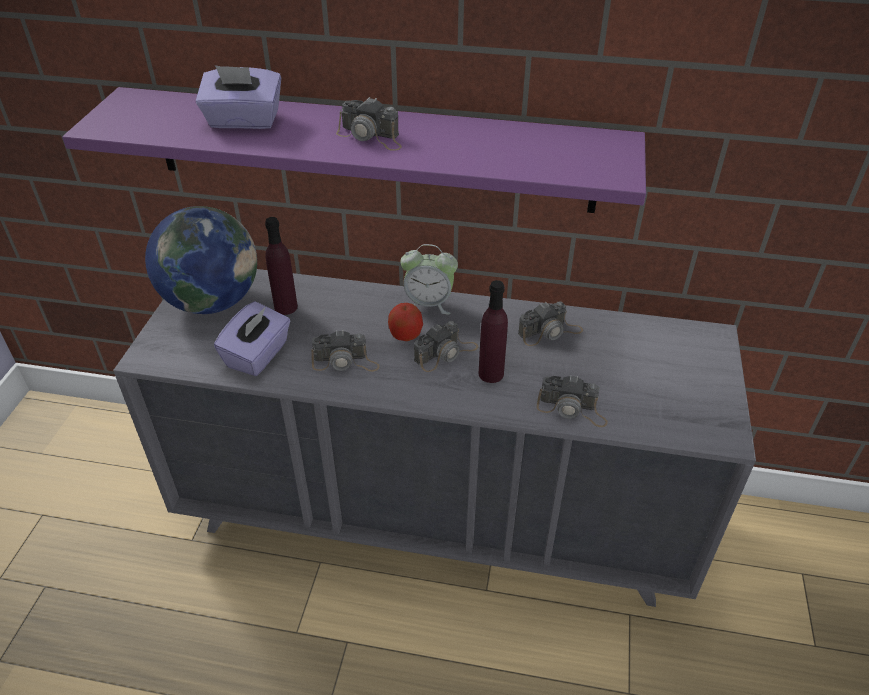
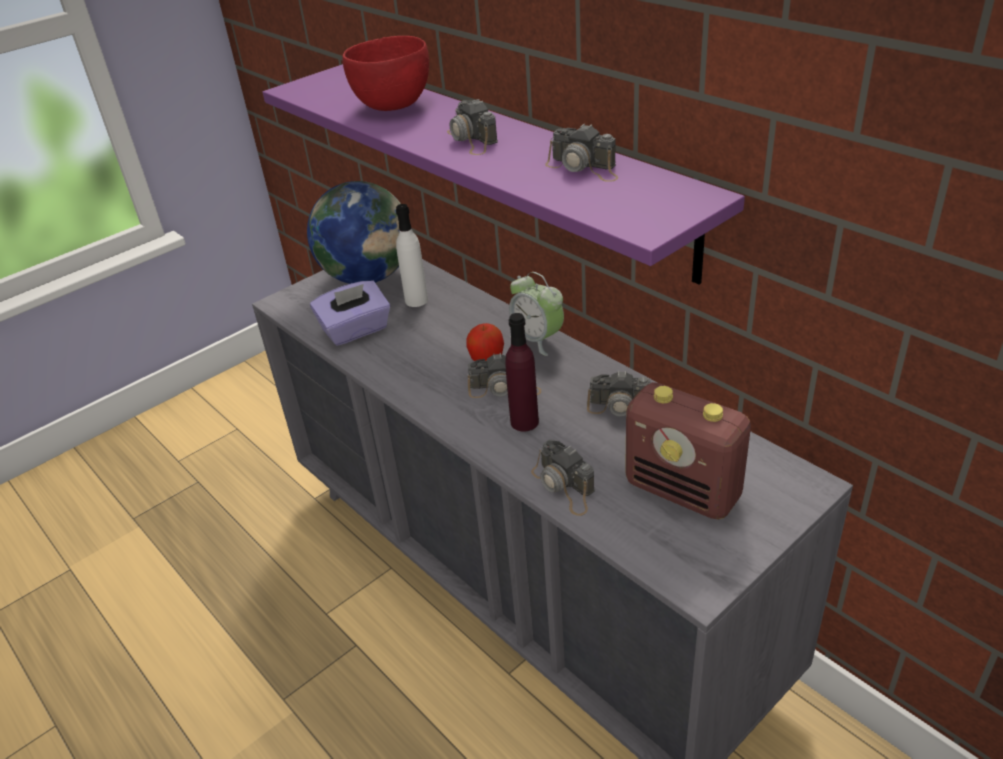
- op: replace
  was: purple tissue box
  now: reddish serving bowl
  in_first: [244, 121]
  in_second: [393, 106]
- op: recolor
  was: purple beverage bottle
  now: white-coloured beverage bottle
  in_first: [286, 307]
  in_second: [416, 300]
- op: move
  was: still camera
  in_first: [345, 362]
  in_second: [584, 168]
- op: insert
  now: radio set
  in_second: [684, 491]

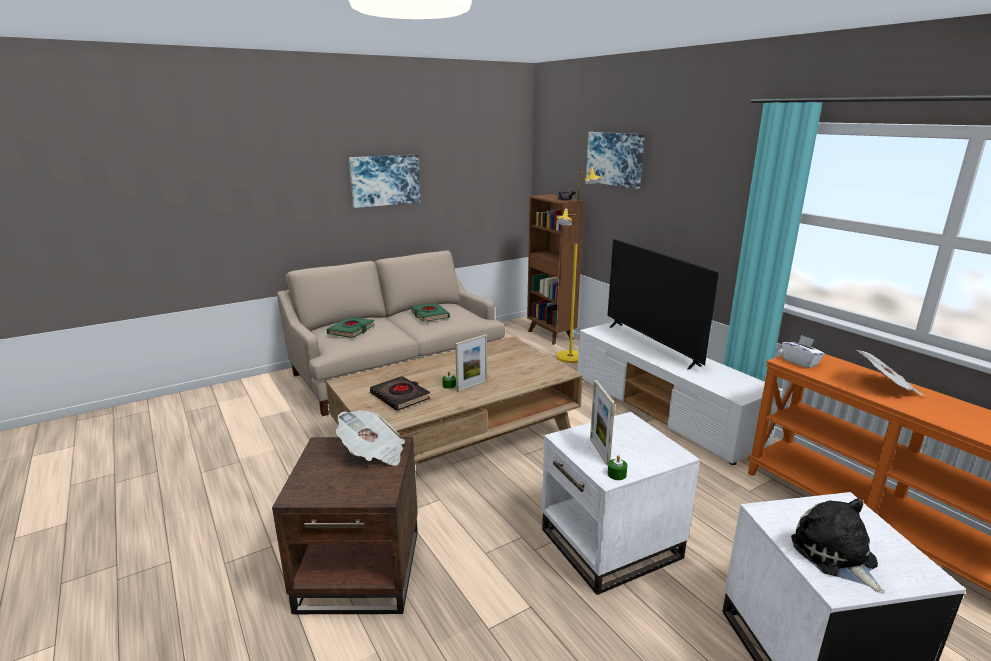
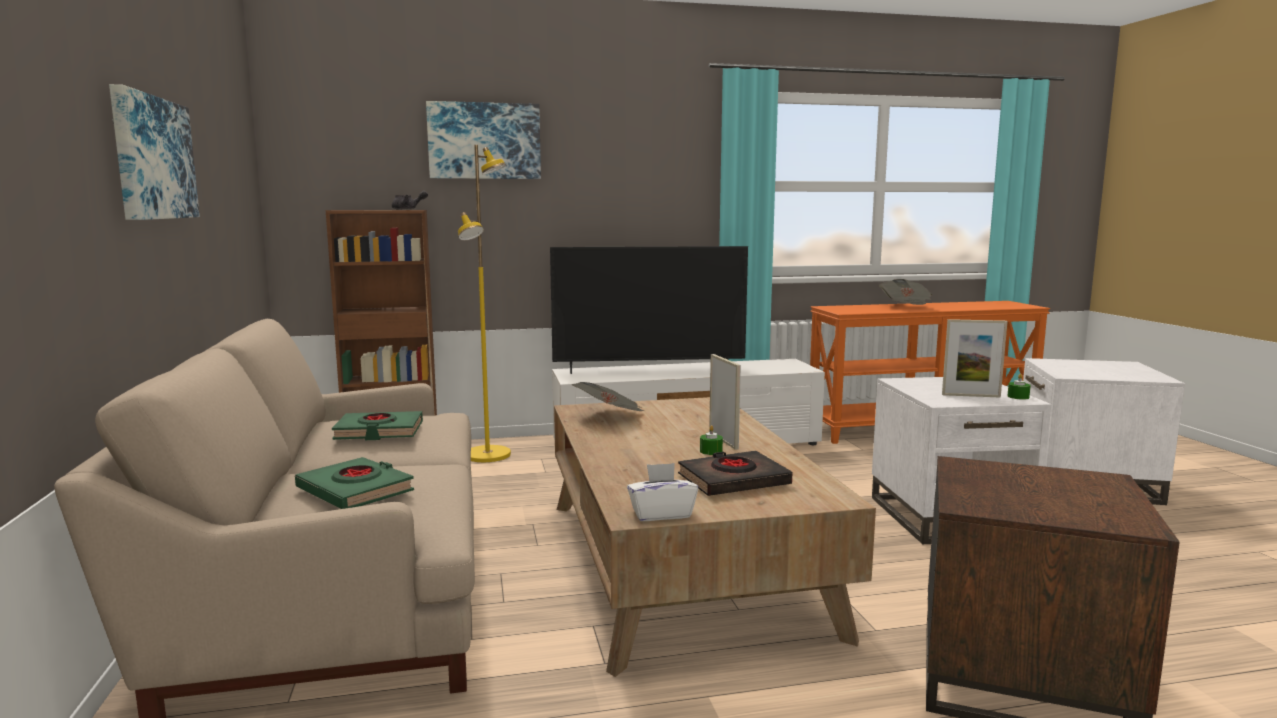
- op: move
  was: daily paper
  in_first: [373, 453]
  in_second: [610, 416]
- op: move
  was: white-coloured tissue box
  in_first: [800, 362]
  in_second: [661, 514]
- op: delete
  was: soft toy
  in_first: [836, 556]

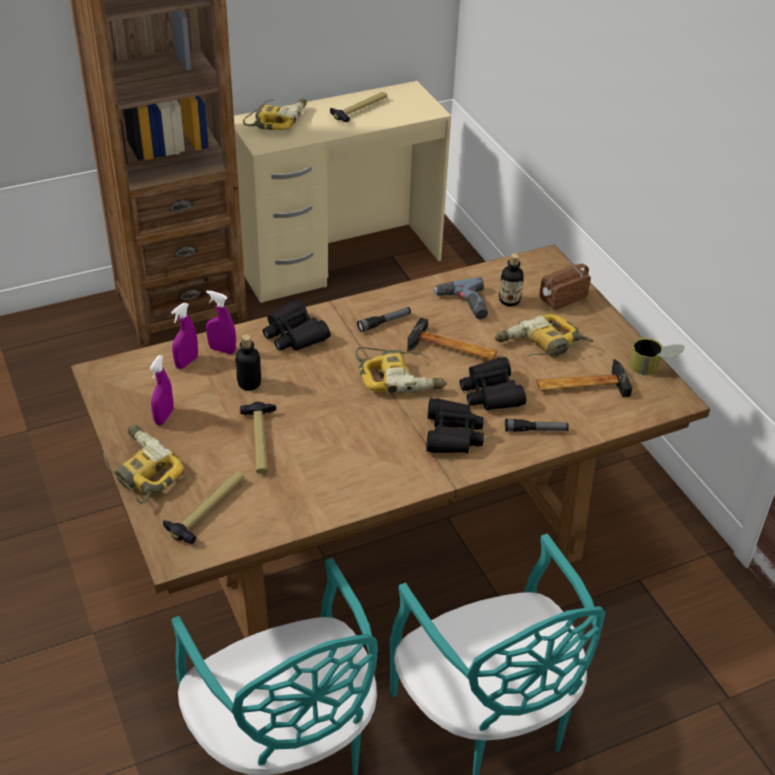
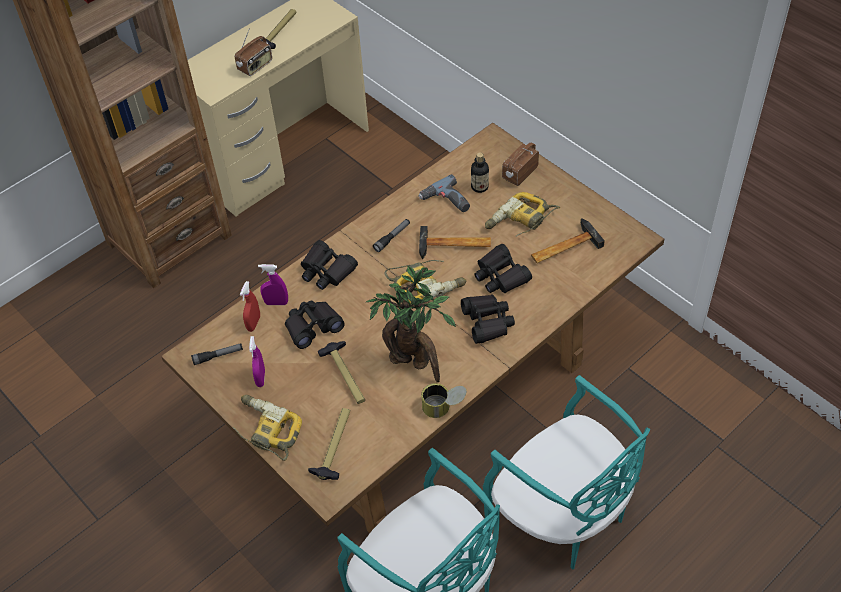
- op: recolor
  was: purple hand sprayer
  now: reddish hand sprayer
  in_first: [186, 362]
  in_second: [253, 323]
- op: replace
  was: beverage bottle
  now: black binoculars
  in_first: [249, 383]
  in_second: [312, 327]
- op: delete
  was: electric drill
  in_first: [277, 119]
- op: move
  was: flashlight
  in_first: [536, 430]
  in_second: [218, 356]
- op: move
  was: sealed can
  in_first: [652, 369]
  in_second: [444, 408]
- op: insert
  now: radio set
  in_second: [255, 66]
- op: insert
  now: plant in a pot
  in_second: [413, 363]

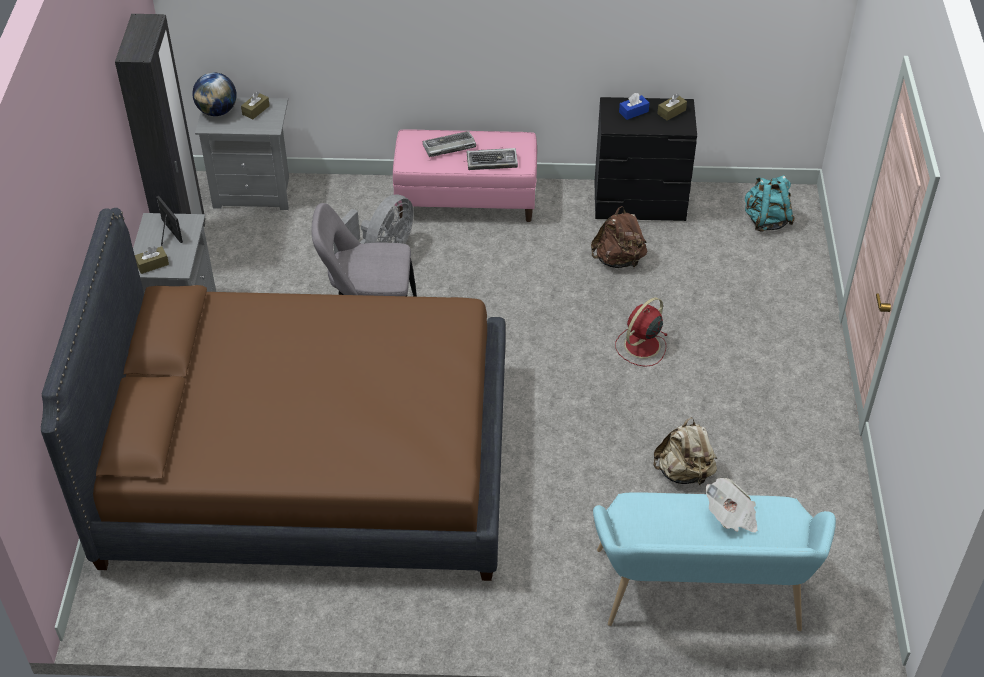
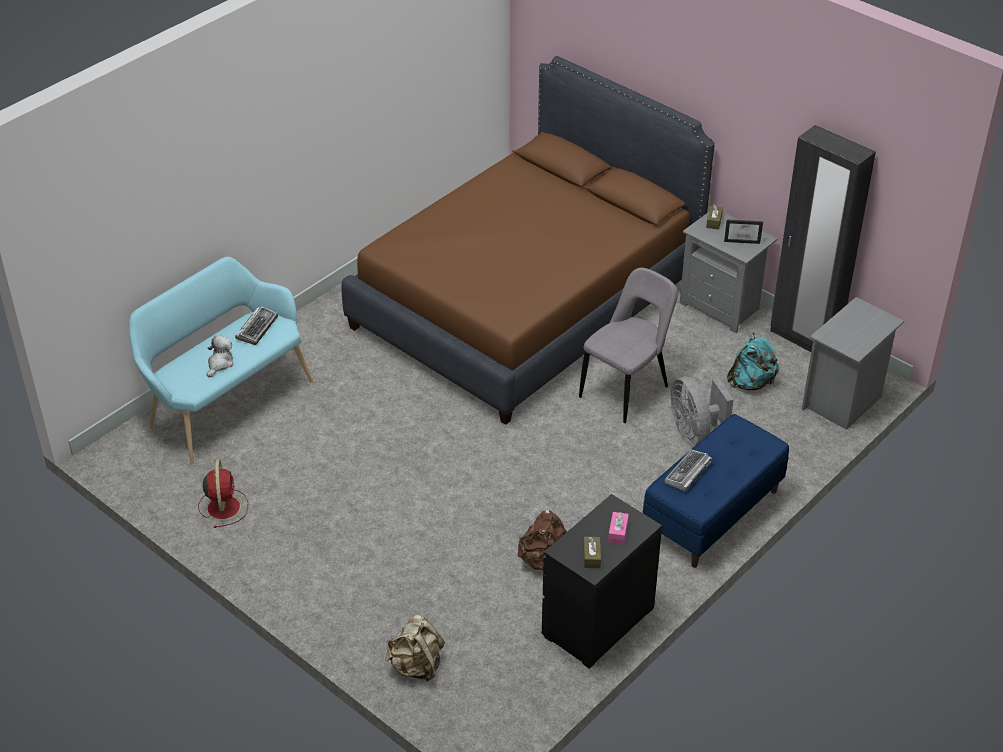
- op: delete
  was: globe
  in_first: [217, 111]
- op: delete
  was: brown tissue box
  in_first: [256, 110]
- op: recolor
  was: pink-coloured long seat
  now: blue-coloured long seat
  in_first: [466, 200]
  in_second: [712, 514]
- op: move
  was: computer keyboard
  in_first: [448, 147]
  in_second: [257, 328]
- op: move
  was: reddish electric fan
  in_first: [641, 346]
  in_second: [223, 506]
- op: recolor
  was: blue-coloured tissue box
  now: pink-coloured tissue box
  in_first: [633, 112]
  in_second: [618, 532]
- op: move
  was: sand-coloured rucksack
  in_first: [684, 472]
  in_second: [416, 666]
- op: replace
  was: daily paper
  now: soft toy
  in_first: [731, 516]
  in_second: [220, 363]
- op: move
  was: turquoise rucksack
  in_first: [766, 220]
  in_second: [751, 383]

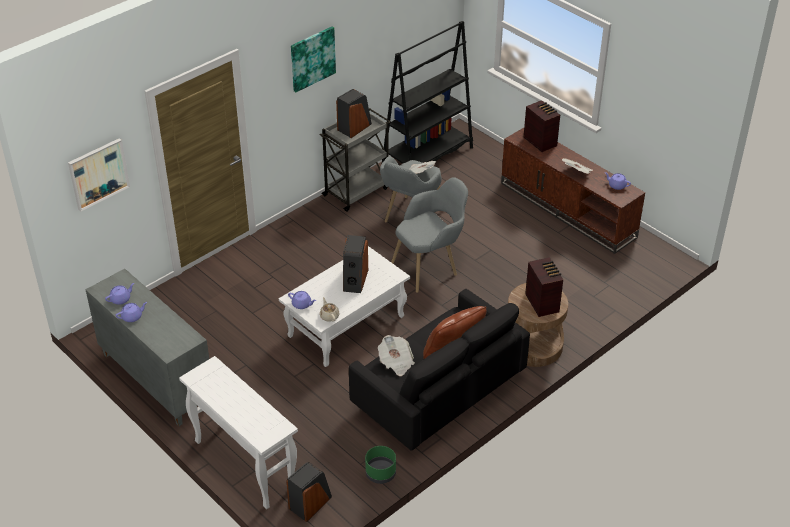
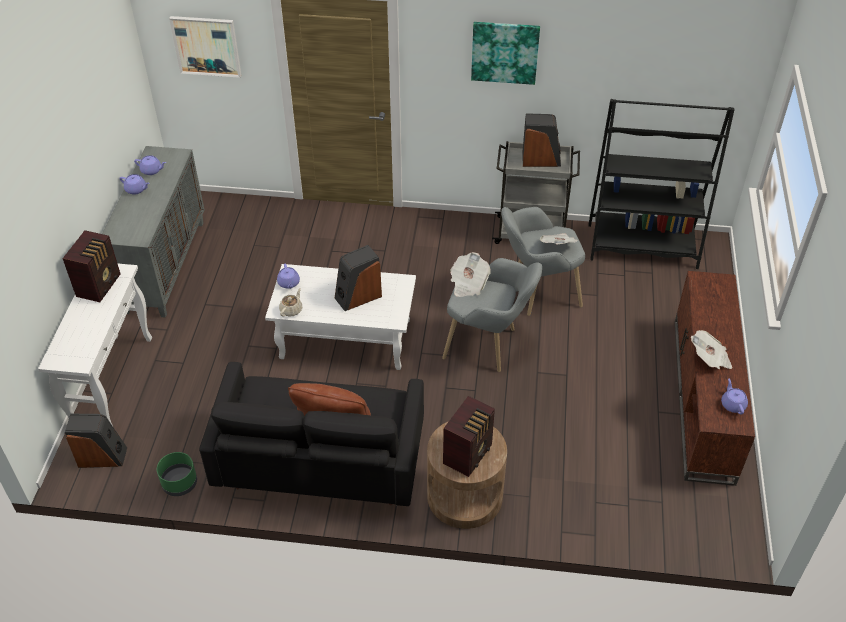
- op: move
  was: daily paper
  in_first: [396, 362]
  in_second: [468, 283]
- op: move
  was: radio set
  in_first: [540, 141]
  in_second: [100, 285]

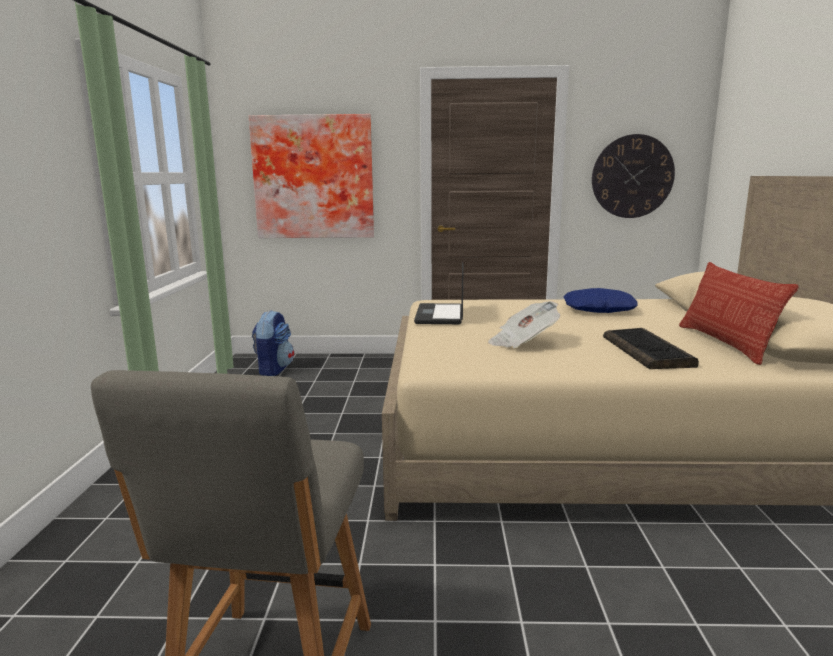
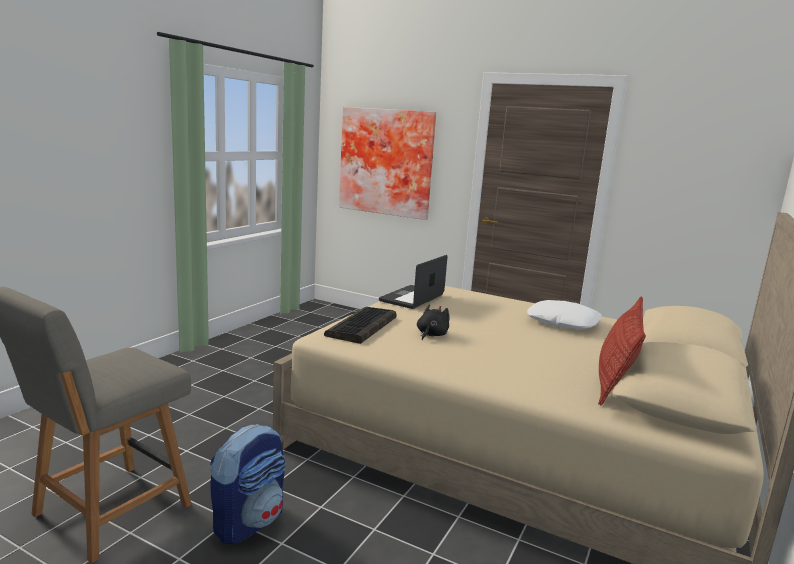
- op: move
  was: rucksack
  in_first: [274, 369]
  in_second: [249, 521]
- op: replace
  was: daily paper
  now: black soft toy
  in_first: [522, 342]
  in_second: [431, 335]
- op: recolor
  was: blue-coloured cushion
  now: white-coloured cushion
  in_first: [598, 309]
  in_second: [562, 322]
- op: delete
  was: clock on the wall
  in_first: [632, 176]
- op: move
  was: computer keyboard
  in_first: [648, 351]
  in_second: [362, 327]

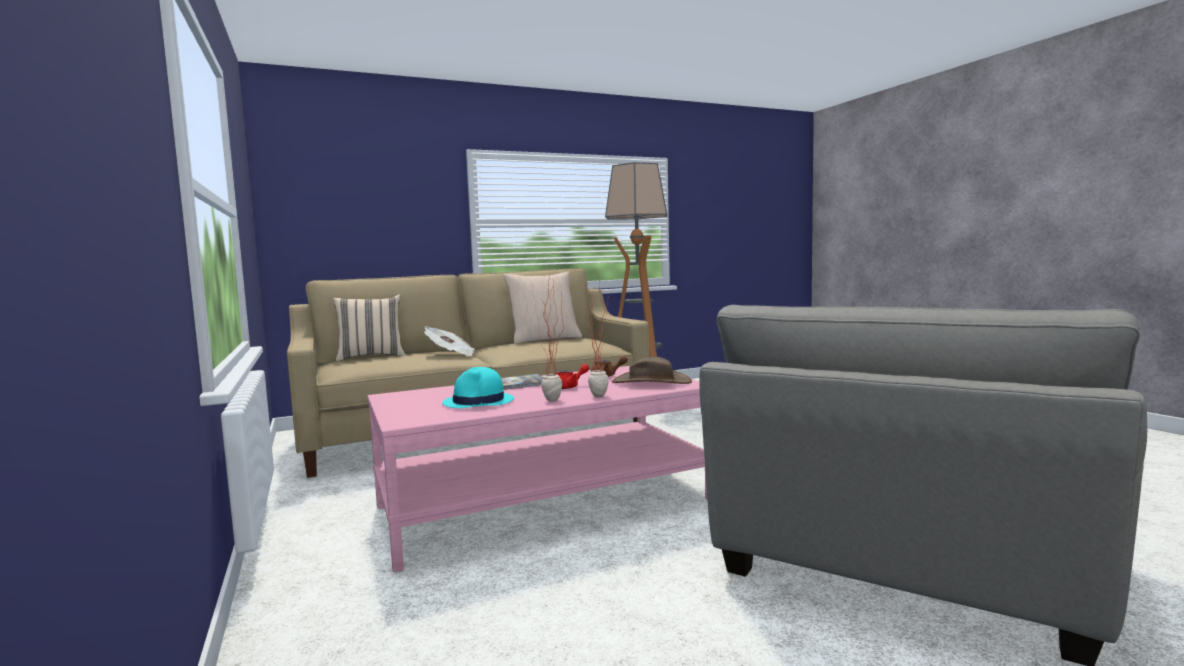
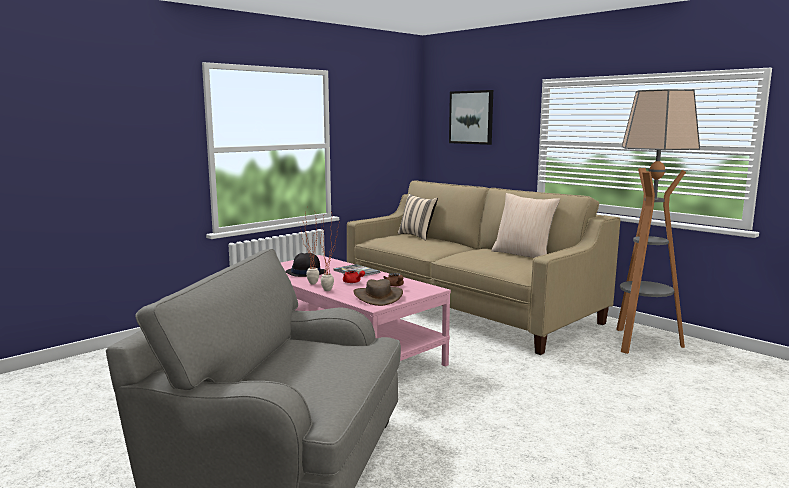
- op: delete
  was: daily paper
  in_first: [451, 355]
- op: recolor
  was: turquoise clothing hat
  now: black clothing hat
  in_first: [479, 402]
  in_second: [305, 272]
- op: insert
  now: wall art
  in_second: [471, 117]

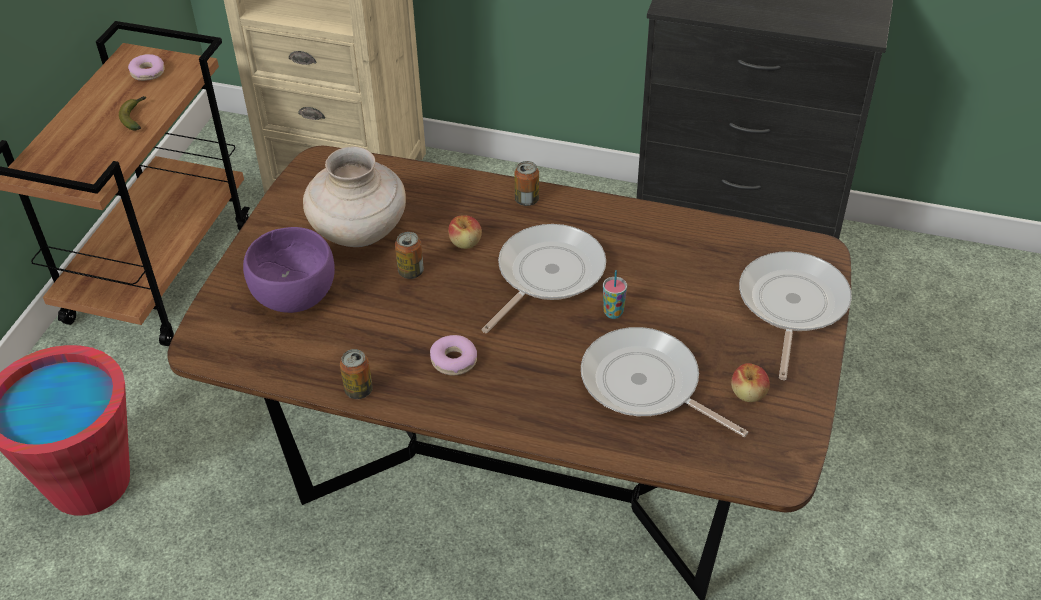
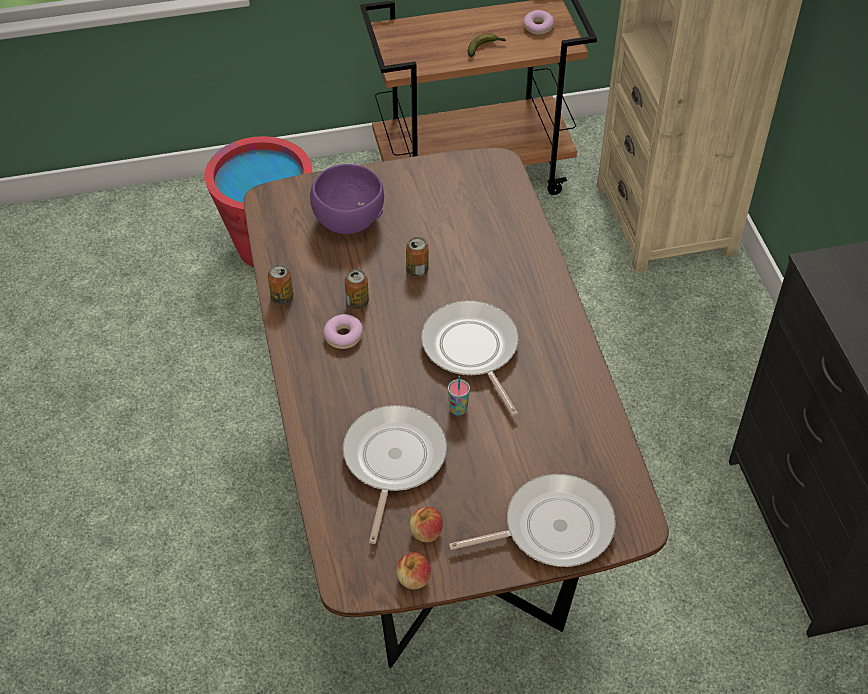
- op: delete
  was: sand-coloured flower vase
  in_first: [359, 233]
- op: move
  was: apple fruit
  in_first: [465, 242]
  in_second: [413, 579]
- op: rotate
  was: frying pan
  in_first: [546, 274]
  in_second: [472, 350]
  clockwise: -120
- op: move
  was: sealed can
  in_first: [527, 200]
  in_second: [357, 302]

